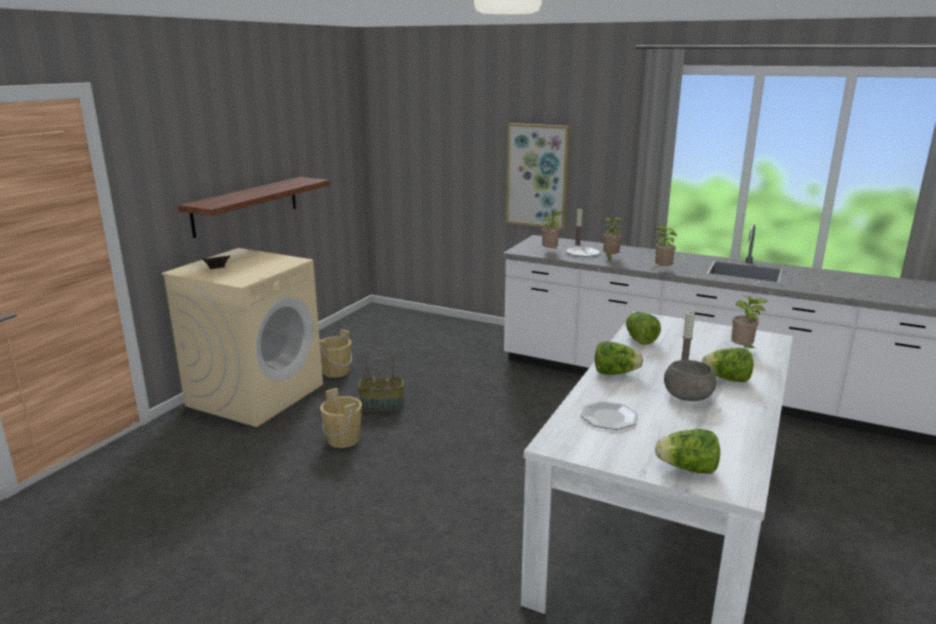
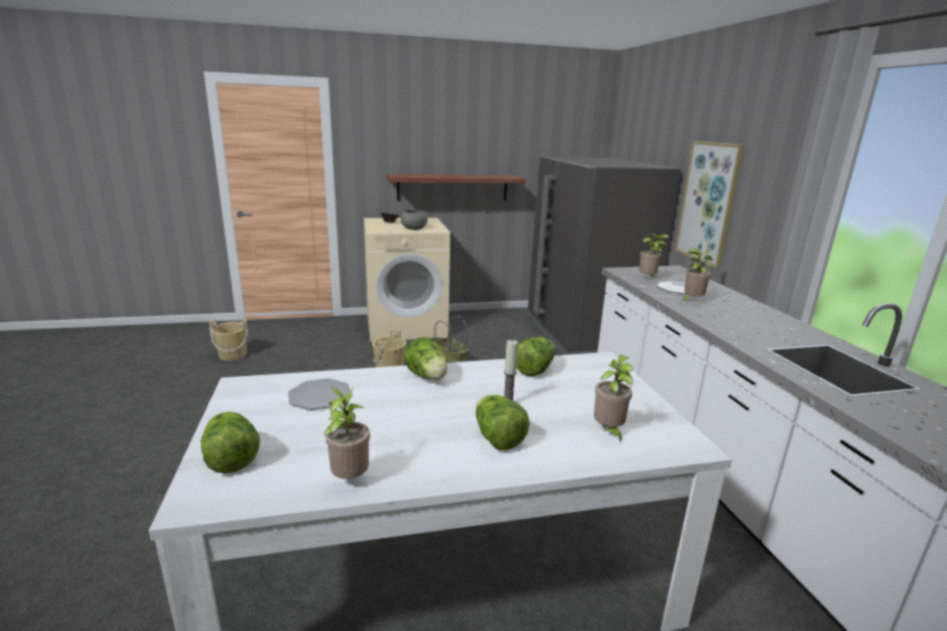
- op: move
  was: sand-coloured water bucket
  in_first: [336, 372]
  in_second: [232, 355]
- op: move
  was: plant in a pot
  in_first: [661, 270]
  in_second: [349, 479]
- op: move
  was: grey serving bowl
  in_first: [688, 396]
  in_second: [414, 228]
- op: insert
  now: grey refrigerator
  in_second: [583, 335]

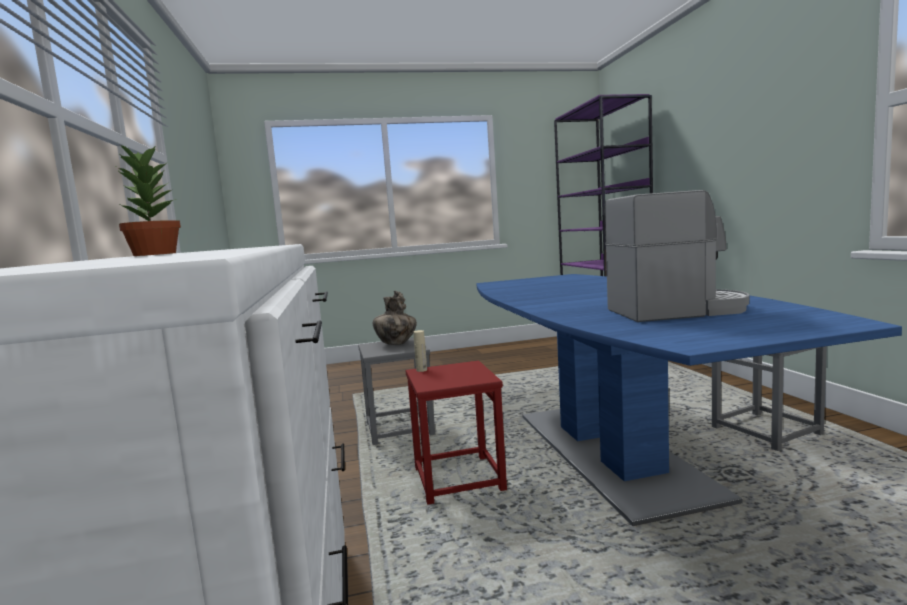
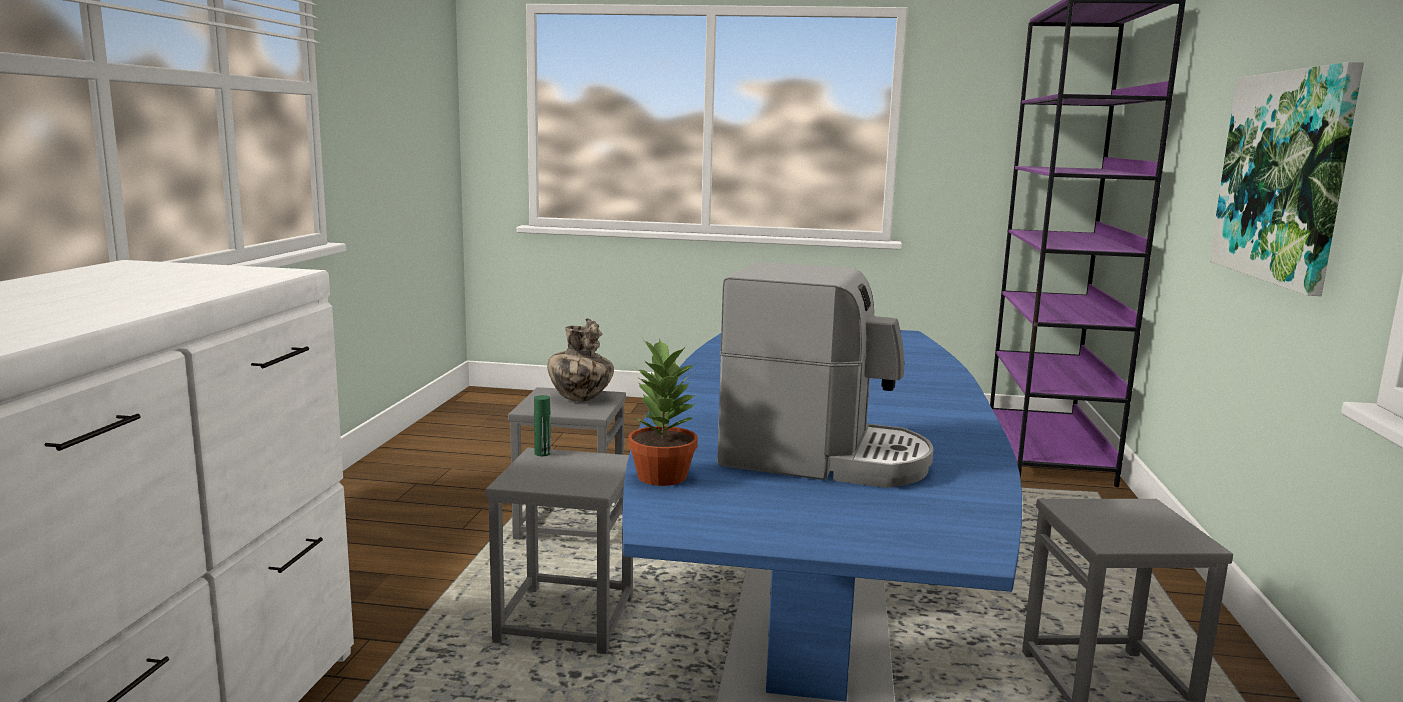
- op: move
  was: plant in a pot
  in_first: [154, 254]
  in_second: [661, 476]
- op: recolor
  was: reddish stool
  now: grey stool
  in_first: [457, 478]
  in_second: [564, 619]
- op: recolor
  was: sand-coloured beverage bottle
  now: green beverage bottle
  in_first: [421, 370]
  in_second: [542, 453]
- op: insert
  now: wall art
  in_second: [1283, 176]

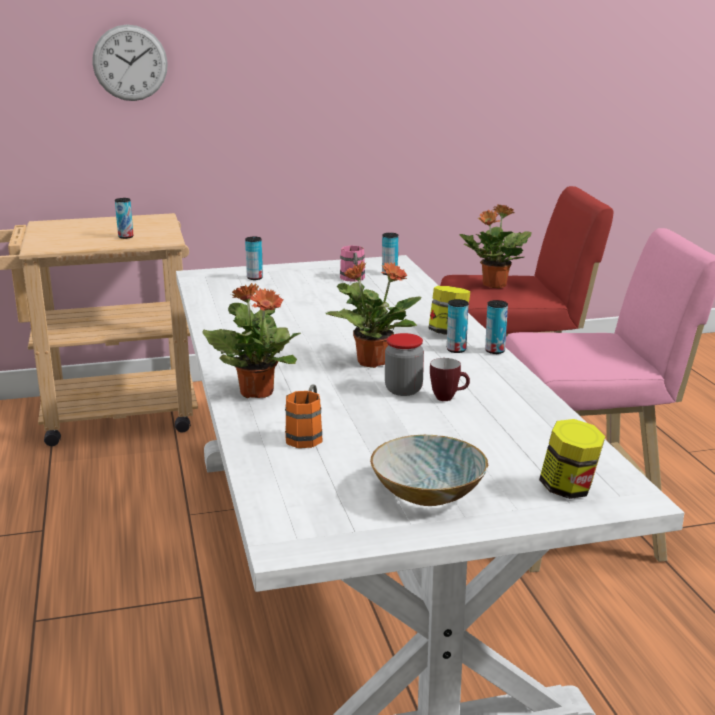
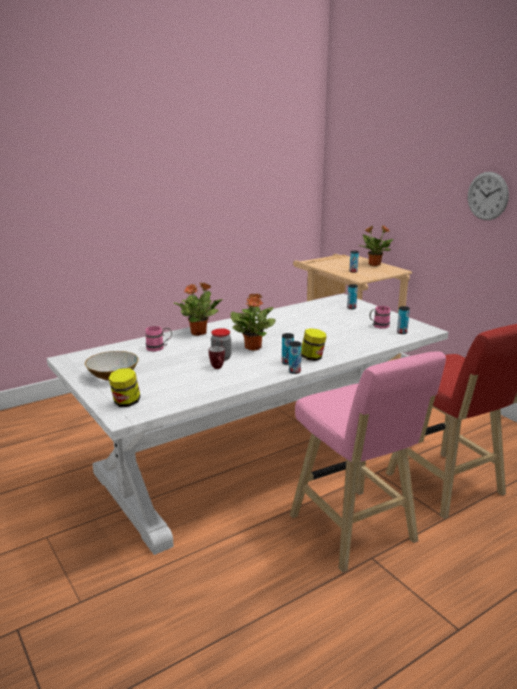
- op: move
  was: clock on the wall
  in_first: [130, 63]
  in_second: [487, 196]
- op: recolor
  was: orange mug
  now: pink-coloured mug
  in_first: [307, 435]
  in_second: [159, 348]
- op: move
  was: plant in a pot
  in_first: [493, 285]
  in_second: [374, 264]

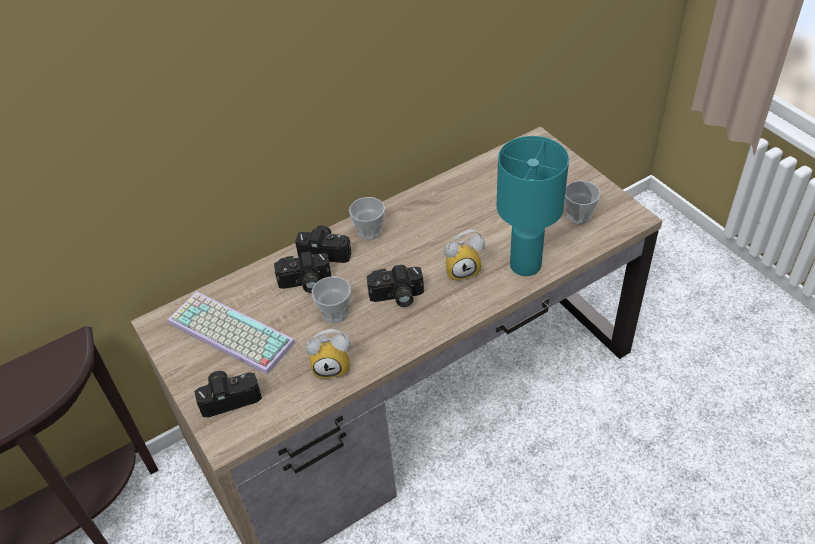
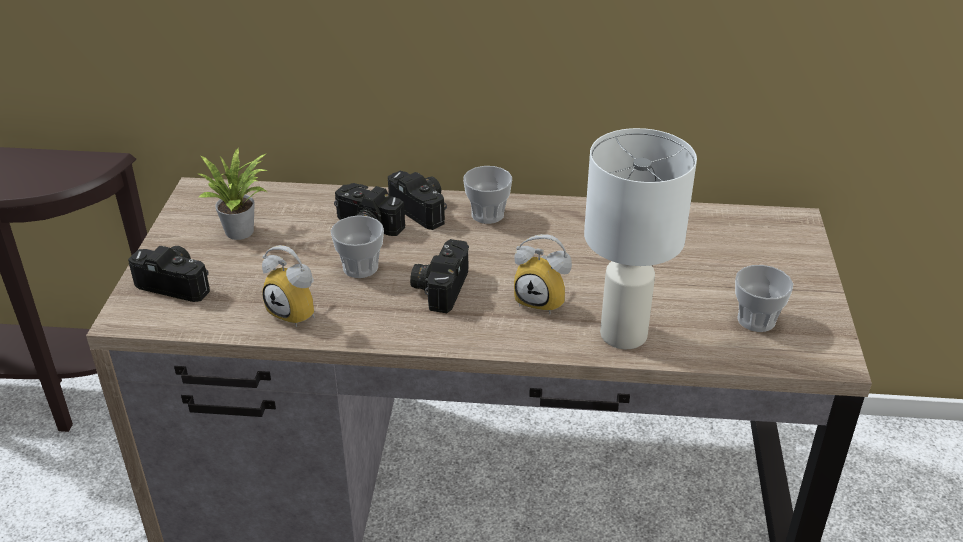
- op: replace
  was: computer keyboard
  now: plant in a pot
  in_first: [228, 333]
  in_second: [243, 231]
- op: rotate
  was: still camera
  in_first: [396, 297]
  in_second: [439, 287]
  clockwise: 75
- op: recolor
  was: turquoise tabletop lamp
  now: white-coloured tabletop lamp
  in_first: [525, 264]
  in_second: [624, 333]

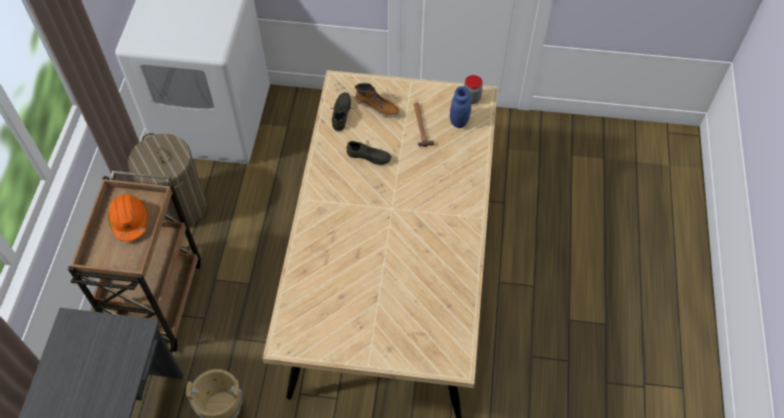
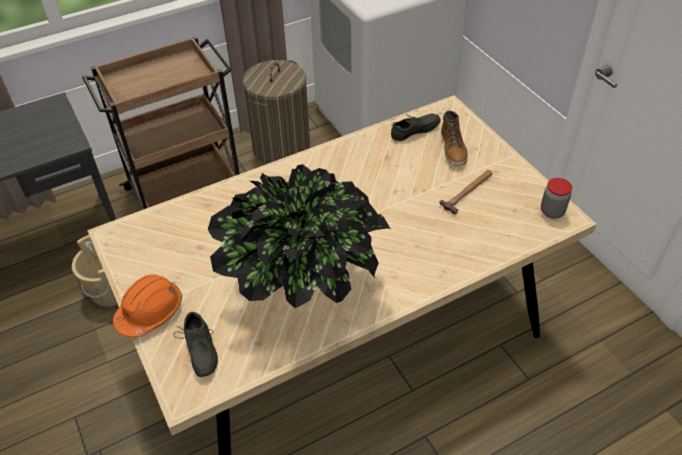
- op: move
  was: orange safety helmet
  in_first: [129, 221]
  in_second: [150, 312]
- op: move
  was: grey shoe
  in_first: [368, 158]
  in_second: [198, 351]
- op: delete
  was: blue-coloured jar
  in_first: [459, 121]
- op: insert
  now: plant in a pot
  in_second: [303, 287]

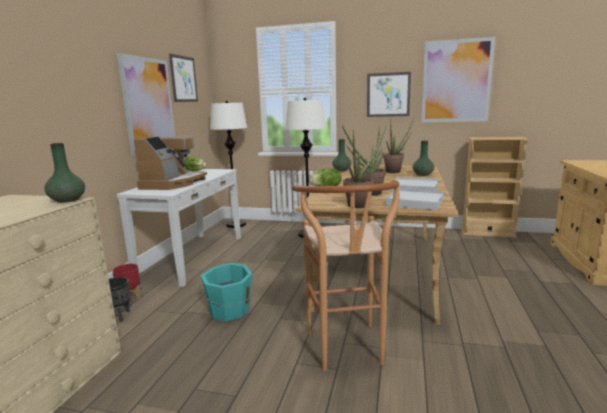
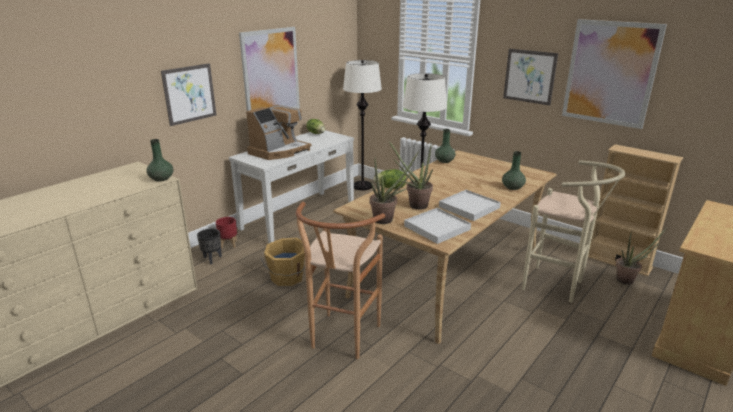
- op: move
  was: wall art
  in_first: [183, 79]
  in_second: [189, 94]
- op: recolor
  was: turquoise water bucket
  now: orange water bucket
  in_first: [229, 311]
  in_second: [287, 278]
- op: move
  was: plant in a pot
  in_first: [395, 171]
  in_second: [628, 280]
- op: insert
  now: sand-coloured stool
  in_second: [558, 286]

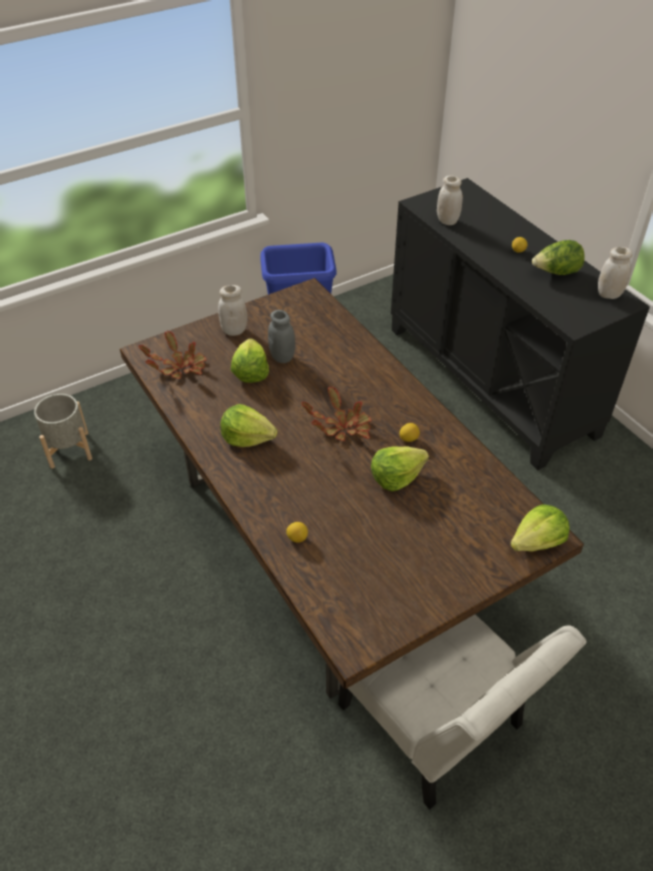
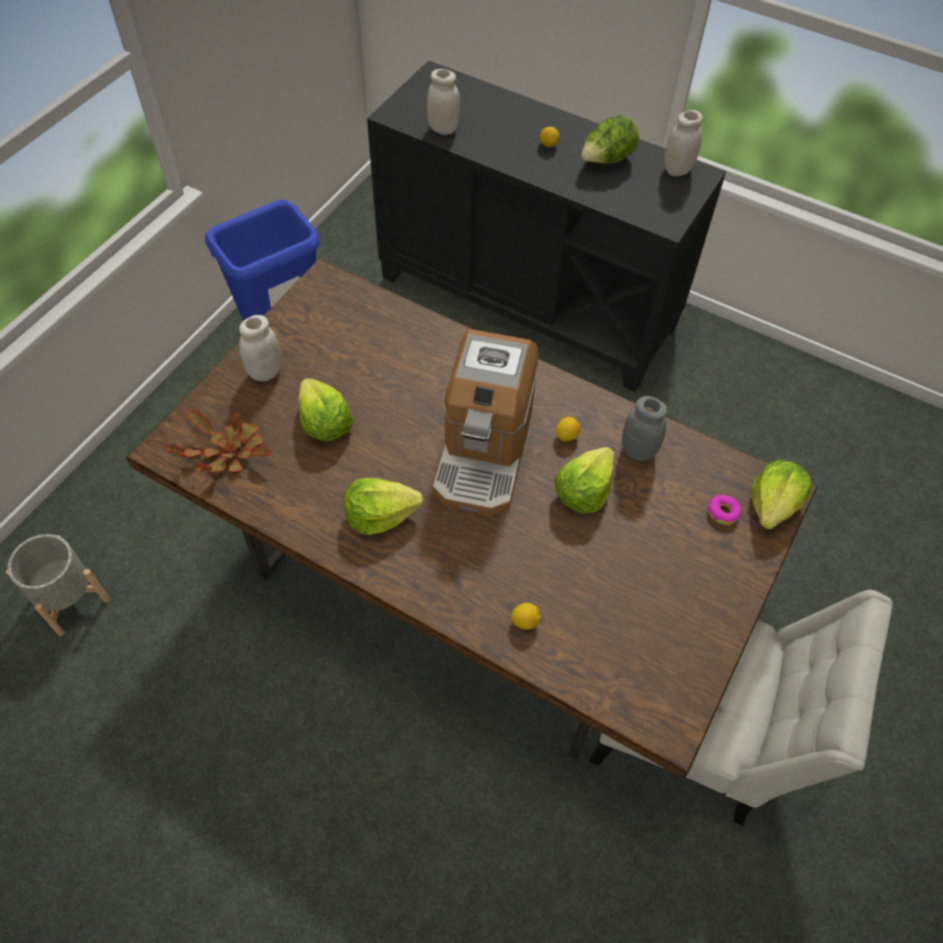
- op: move
  was: grey jar
  in_first: [282, 357]
  in_second: [638, 450]
- op: replace
  was: plant in a pot
  now: coffee brewer
  in_first: [342, 427]
  in_second: [483, 453]
- op: insert
  now: ring doughnut
  in_second: [723, 512]

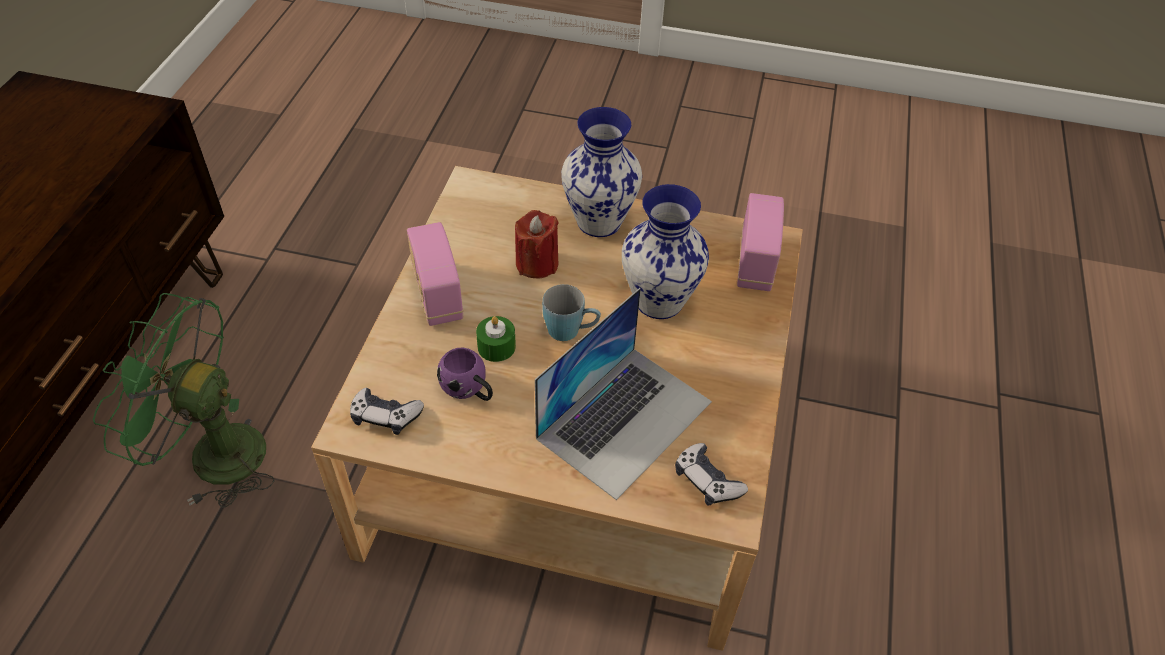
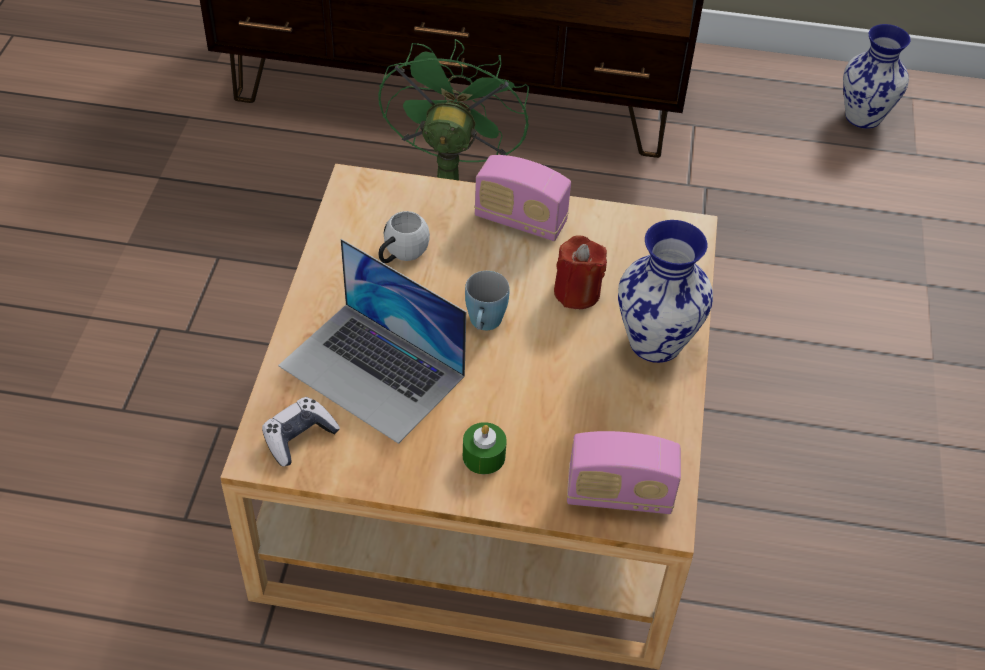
- op: delete
  was: game controller
  in_first: [385, 416]
- op: rotate
  was: radio set
  in_first: [437, 294]
  in_second: [520, 220]
  clockwise: -135
- op: recolor
  was: purple mug
  now: white-coloured mug
  in_first: [469, 390]
  in_second: [401, 254]
- op: move
  was: green wax light
  in_first: [496, 346]
  in_second: [484, 456]
- op: move
  was: flower vase
  in_first: [657, 301]
  in_second: [862, 116]

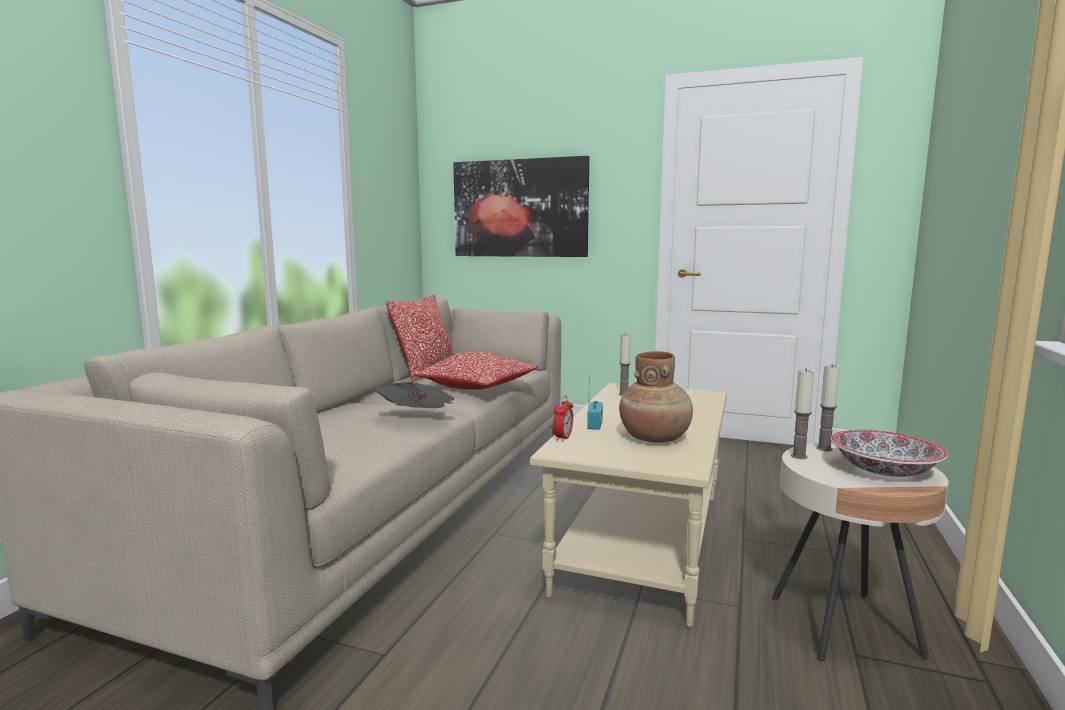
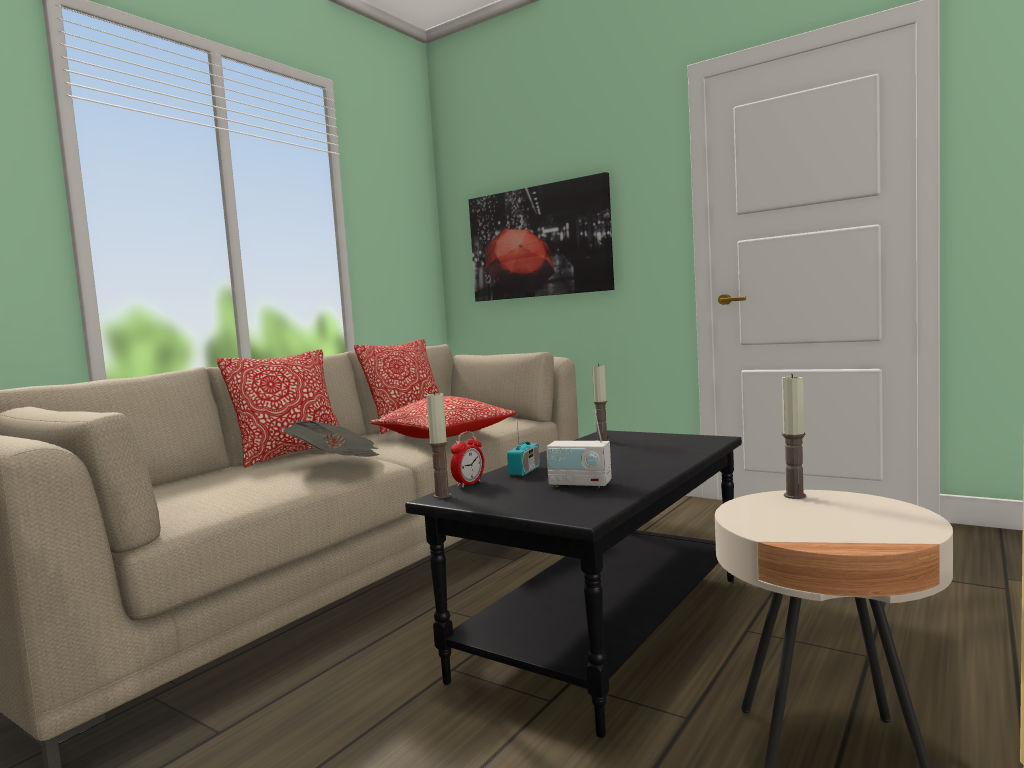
- op: recolor
  was: sand-coloured lounge table
  now: black lounge table
  in_first: [640, 540]
  in_second: [605, 624]
- op: replace
  was: brown flower vase
  now: radio set
  in_first: [655, 438]
  in_second: [580, 484]
- op: move
  was: wax light
  in_first: [799, 456]
  in_second: [442, 496]
- op: delete
  was: serving bowl
  in_first: [884, 470]
- op: insert
  now: cushion
  in_second: [291, 455]

